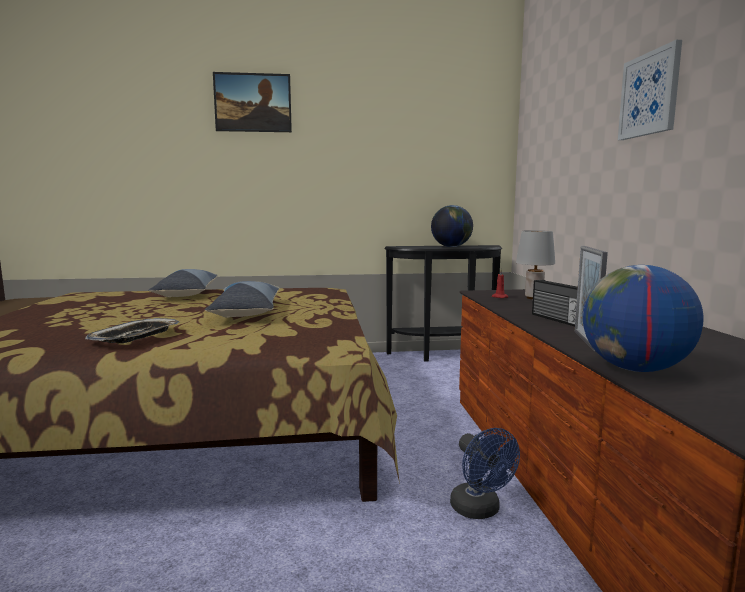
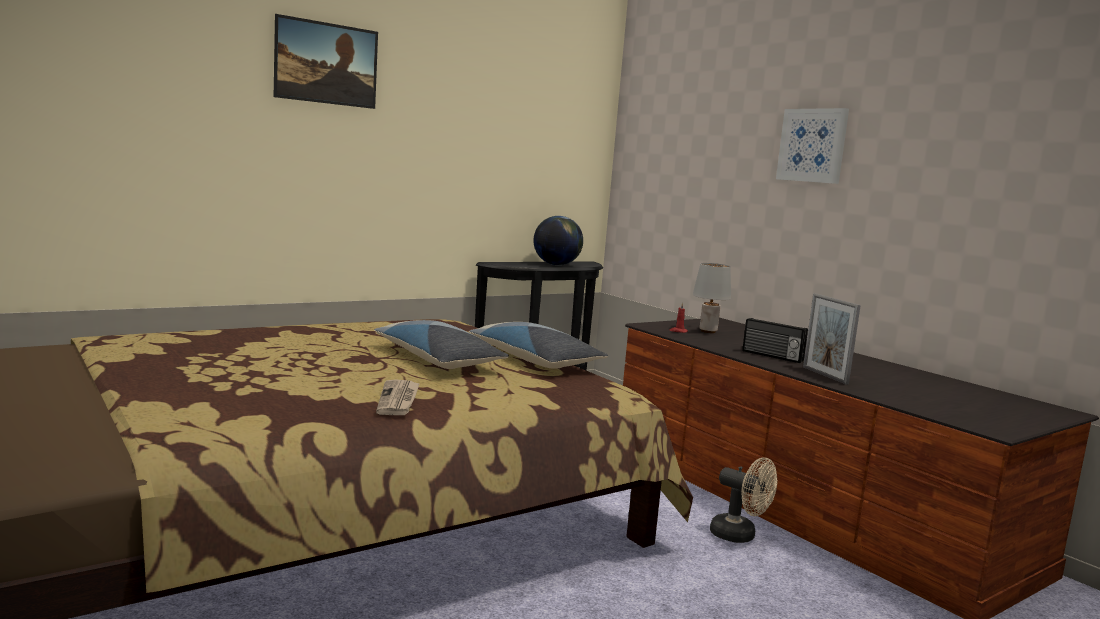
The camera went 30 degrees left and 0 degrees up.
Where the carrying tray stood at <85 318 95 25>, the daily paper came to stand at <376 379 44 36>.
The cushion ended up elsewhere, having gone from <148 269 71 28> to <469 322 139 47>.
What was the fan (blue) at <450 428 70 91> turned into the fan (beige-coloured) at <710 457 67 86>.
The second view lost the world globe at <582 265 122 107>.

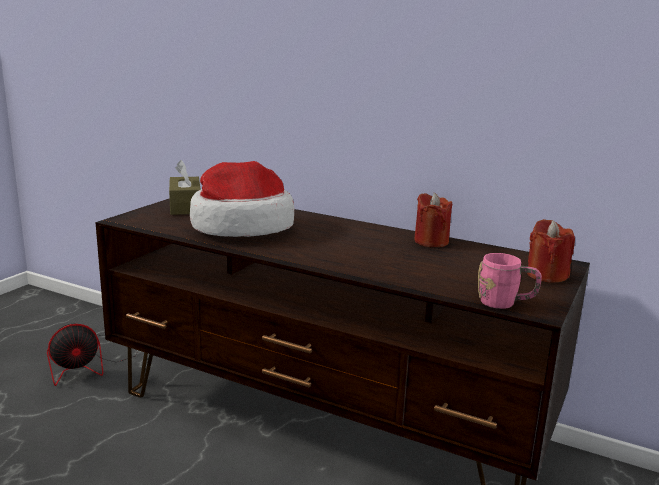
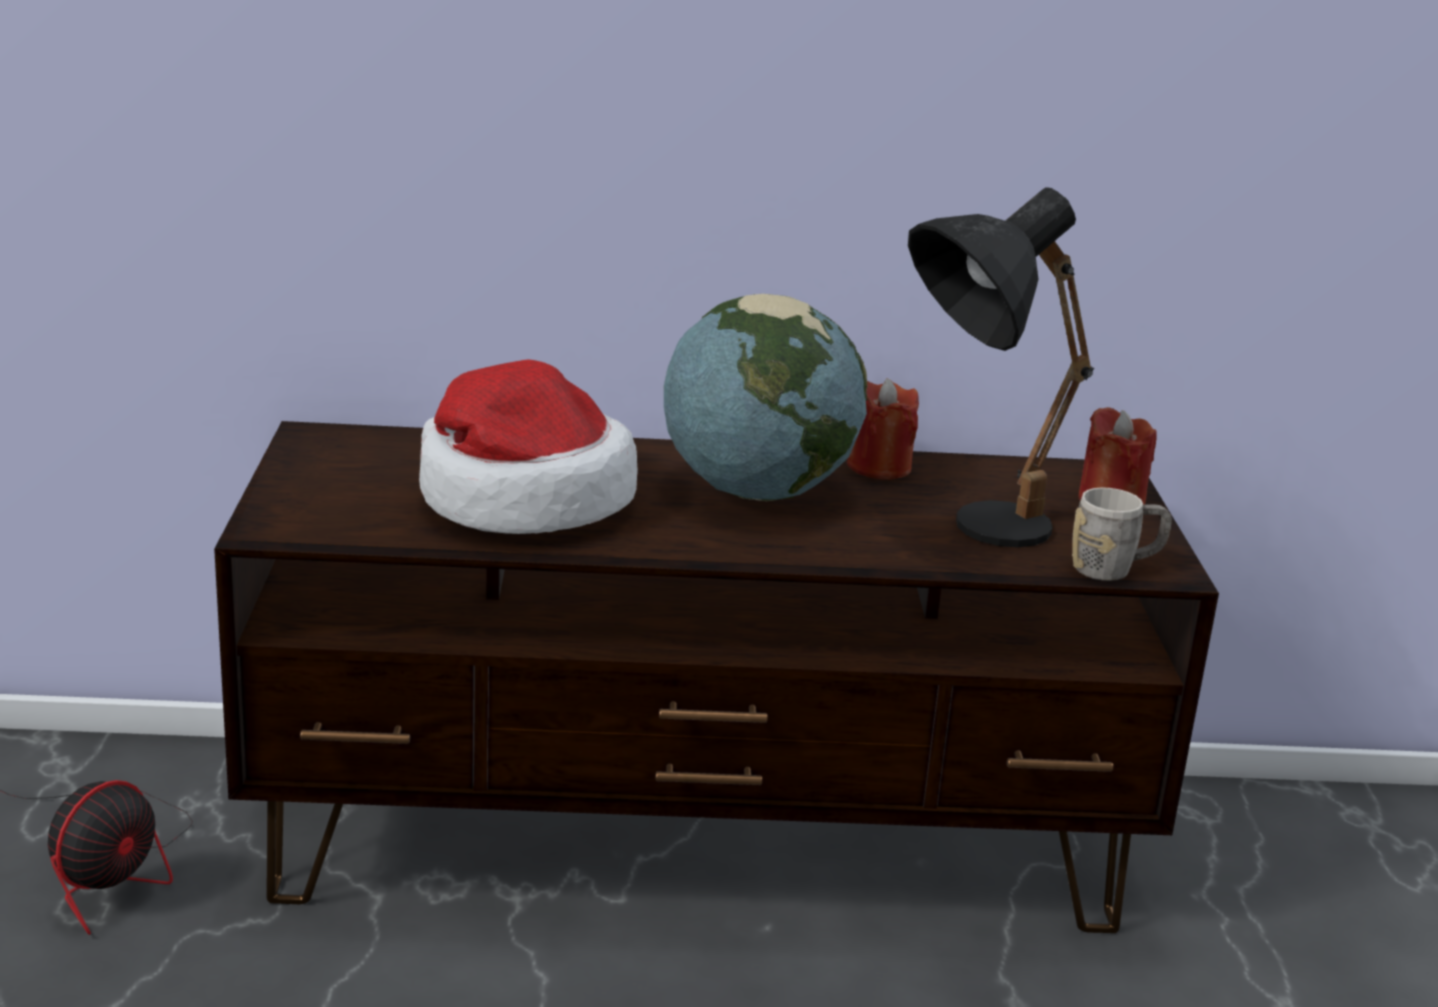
The camera went 30 degrees left and 5 degrees up.
The second view gained the world globe at <664 293 204 208>.
The second view gained the tabletop lamp (black) at <908 187 186 360>.
What was the mug (pink) at <478 253 64 56> turned into the mug (grey) at <1072 487 100 94>.
The second view lost the tissue box (brownish) at <169 160 32 55>.

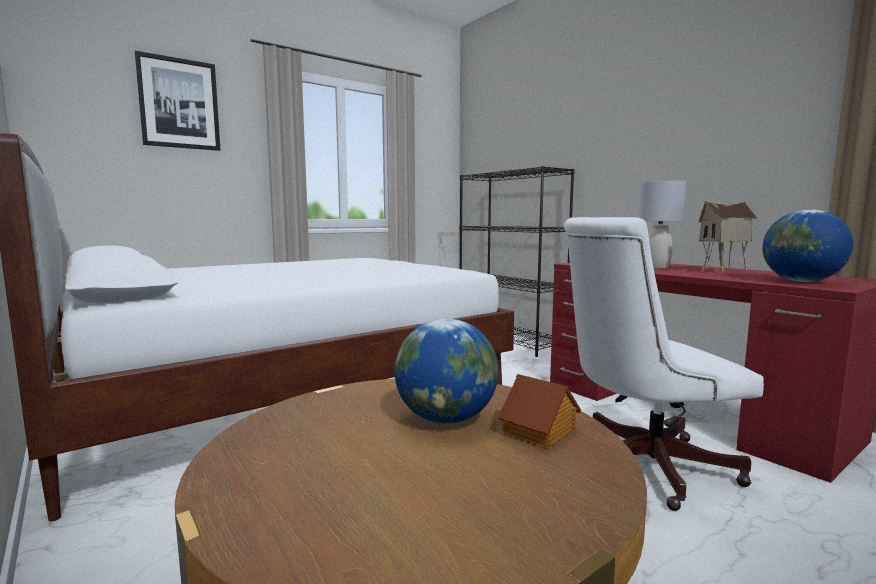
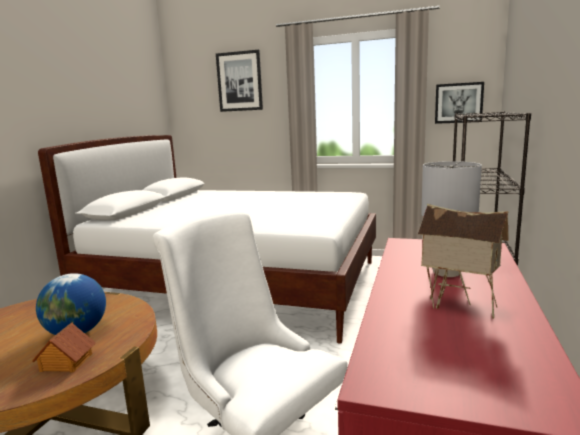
The camera went 55 degrees right and 5 degrees up.
The second view gained the picture at <435 82 49 42>.
The second view lost the world globe at <762 209 91 73>.

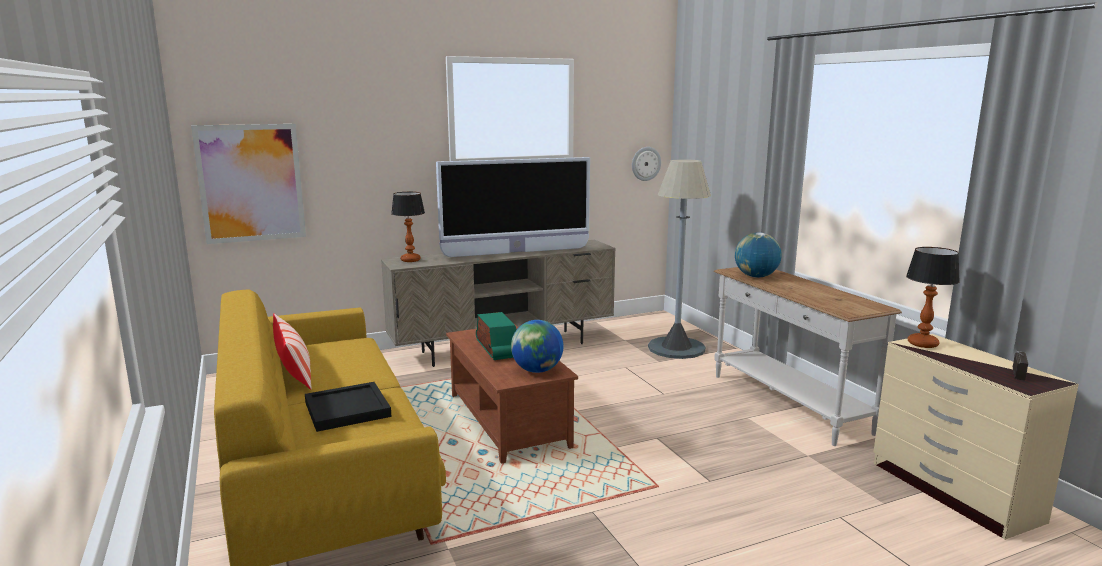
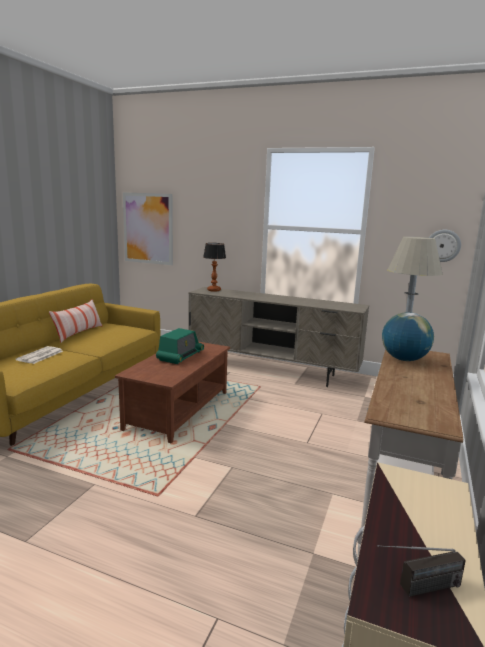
The camera went 45 degrees right and 0 degrees up.
Where the carrying tray (black) stood at <305 382 87 50>, the daily paper came to stand at <16 346 47 18>.
The second view lost the TV set at <436 157 154 100>.
The second view lost the world globe at <511 320 52 53>.
The second view lost the tabletop lamp at <906 247 54 101>.

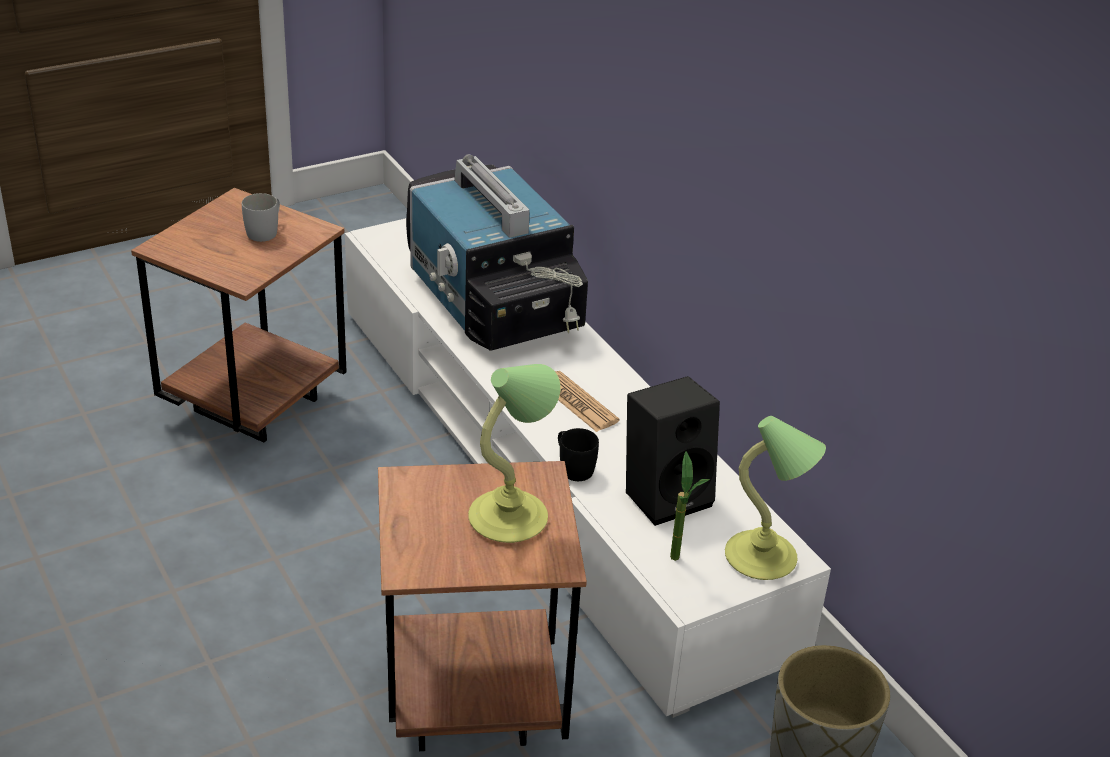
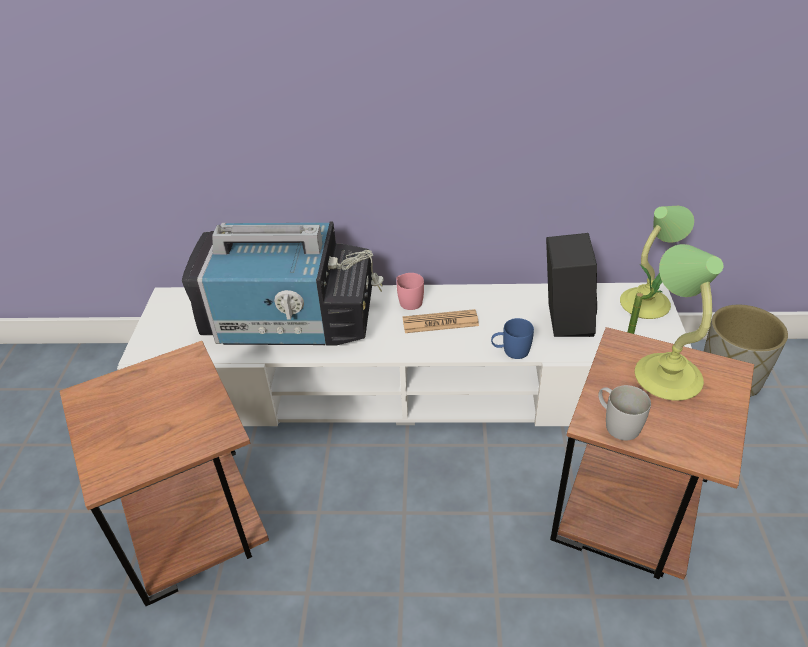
The camera went 55 degrees left and 5 degrees up.
The second view gained the mug (pink) at <396 273 28 37>.
What was the mug (black) at <558 428 41 53> turned into the mug (blue) at <491 318 43 41>.
The mug (white) ended up elsewhere, having gone from <242 193 38 49> to <598 385 53 56>.

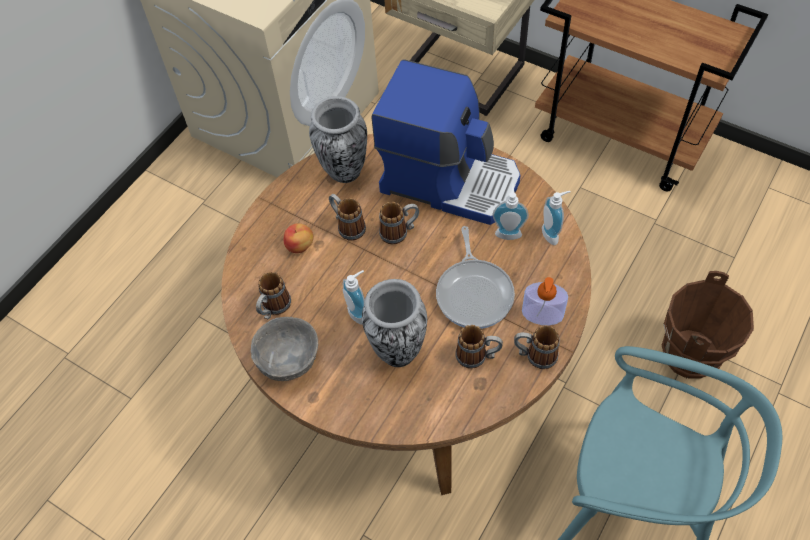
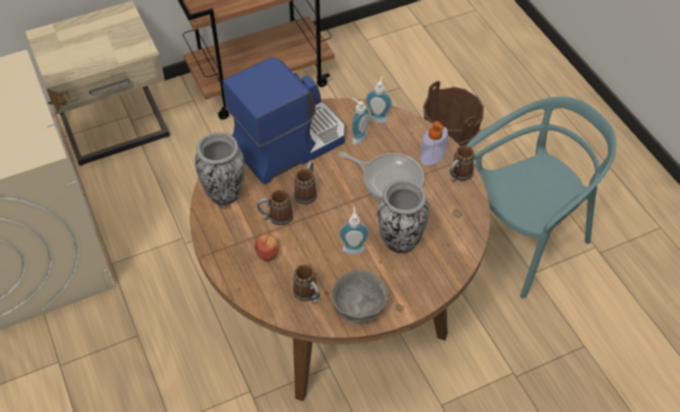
The camera went 60 degrees left and 5 degrees down.
The second view lost the mug at <455 325 48 44>.

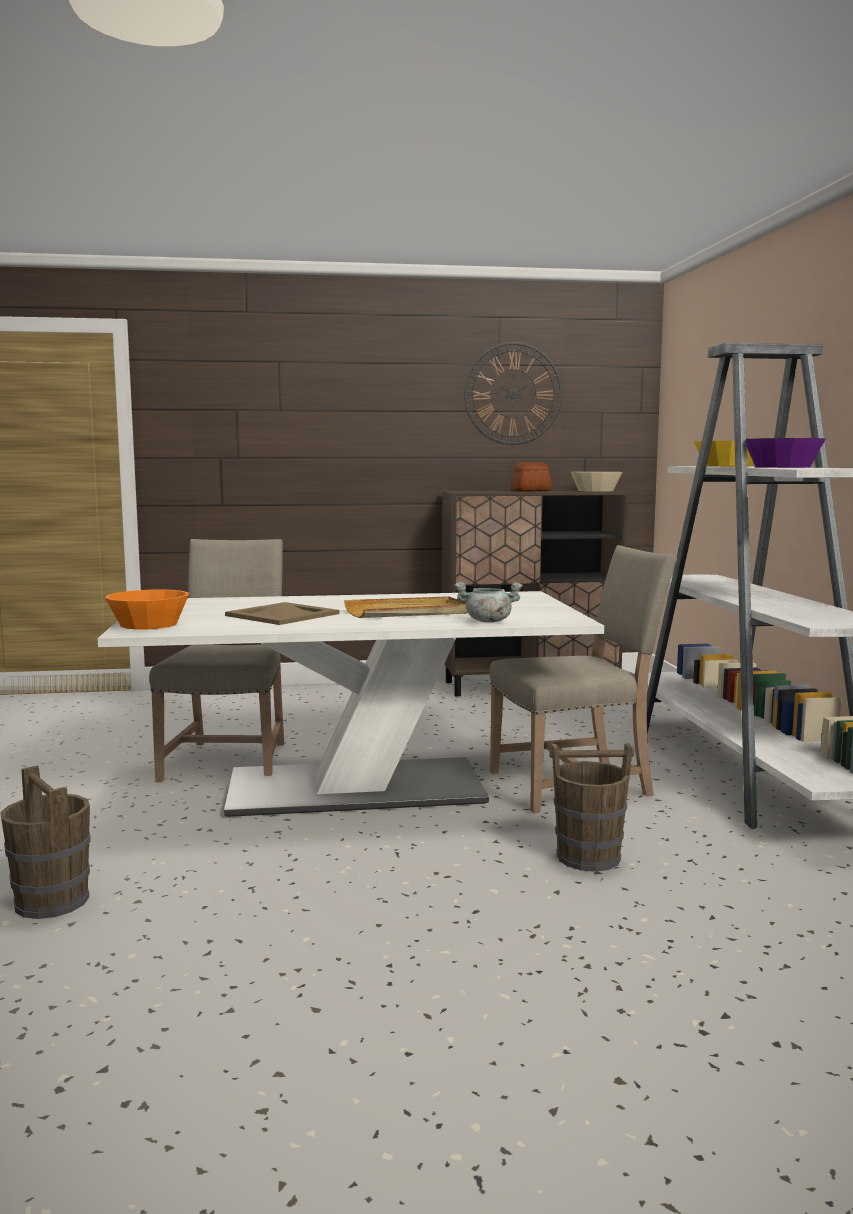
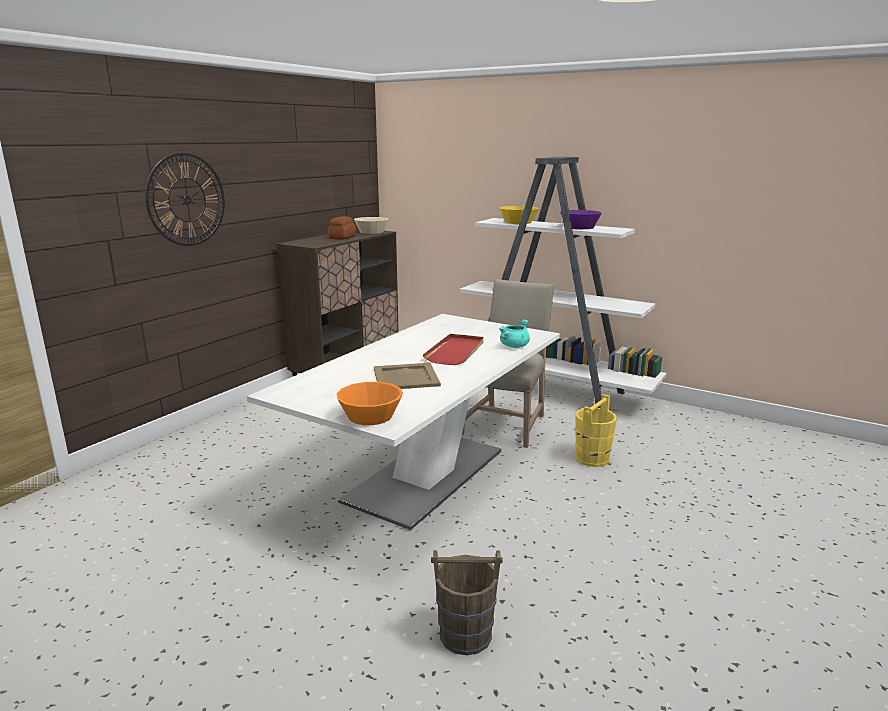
The camera went 50 degrees left and 10 degrees up.
The hanging clock ended up elsewhere, having gone from <464 342 98 103> to <145 153 80 93>.
What was the carrying tray (beige-coloured) at <344 596 124 22> turned into the carrying tray (red) at <423 334 61 31>.
What was the stockpot (grey) at <454 582 69 40> turned into the stockpot (blue-green) at <499 319 31 29>.
What was the water bucket (brownish) at <550 743 84 129> turned into the water bucket (yellowish) at <575 394 42 73>.
The second view lost the upright chair (beige-coloured) at <149 539 135 243>.

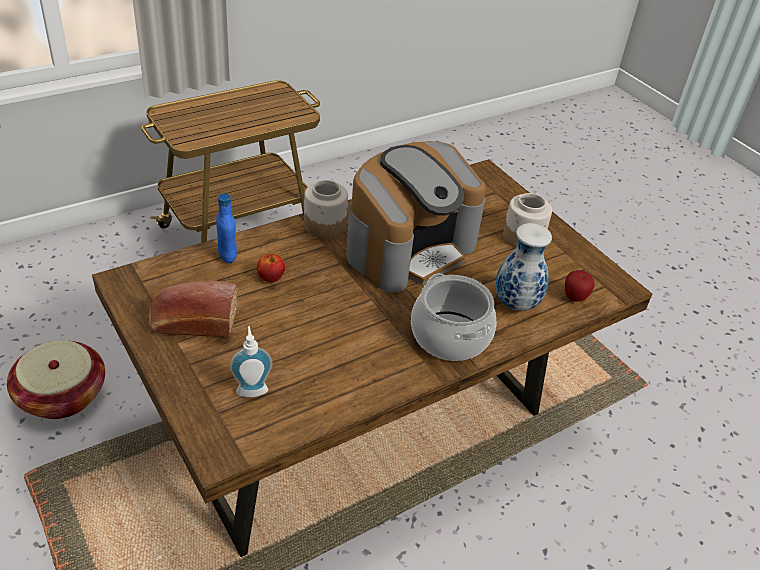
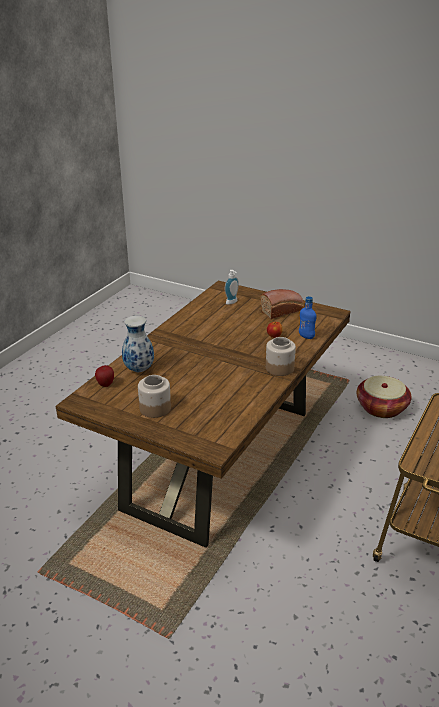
The camera went 155 degrees right and 10 degrees down.
The second view lost the coffee machine at <346 141 140 152>.
The second view lost the stockpot at <411 273 86 88>.

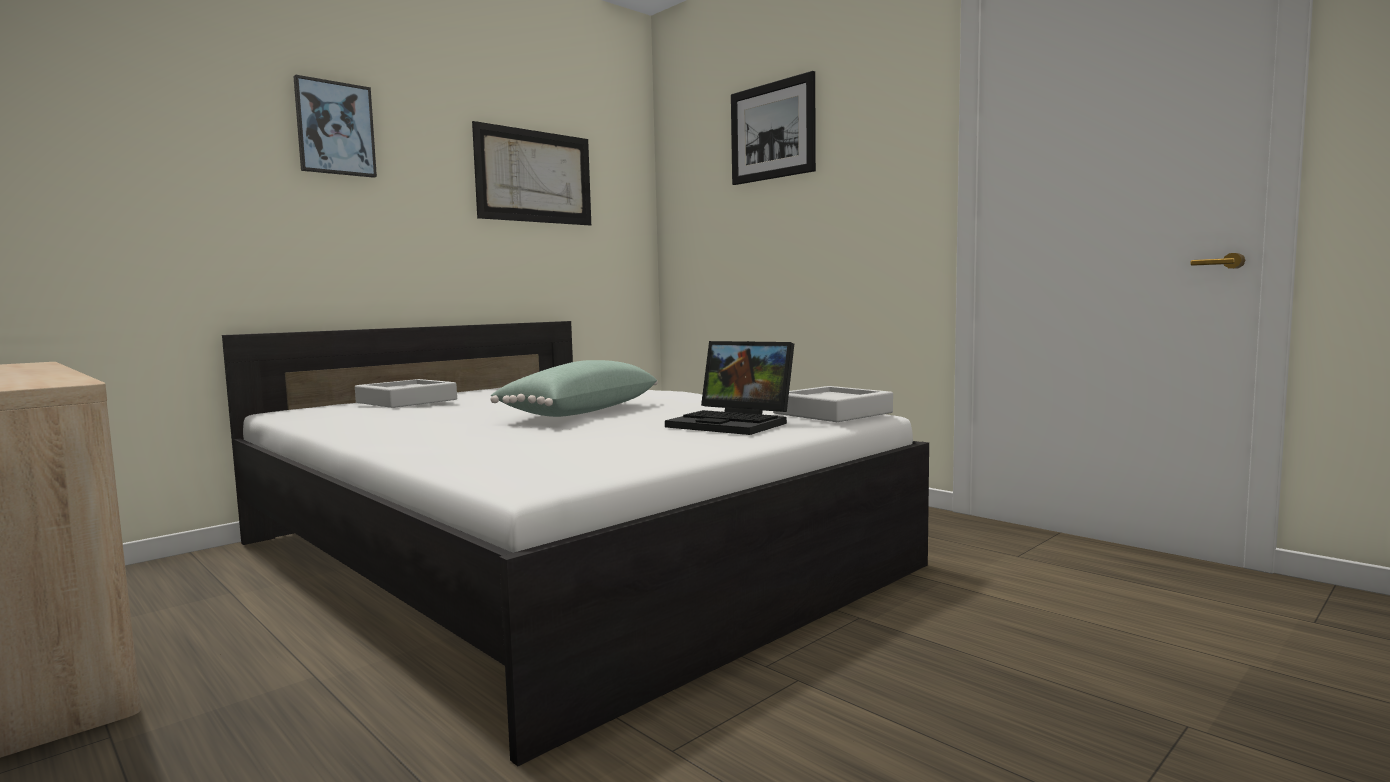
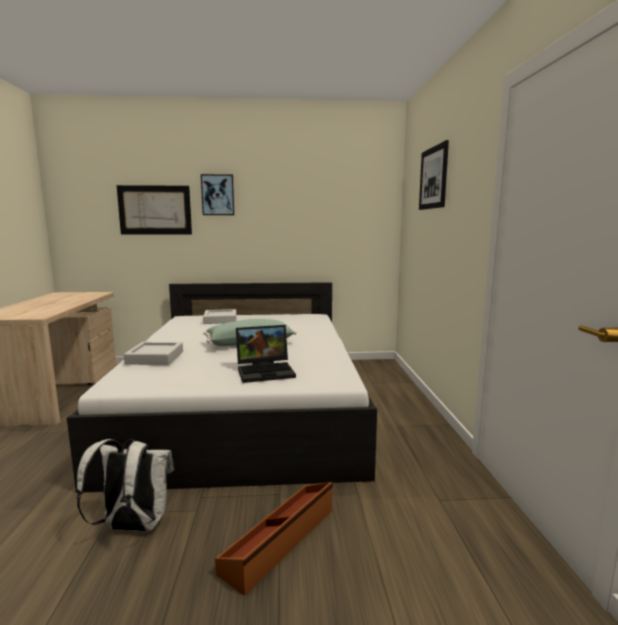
The camera went 40 degrees right and 5 degrees up.
The second view gained the rucksack (white) at <76 439 98 93>.
The picture ended up elsewhere, having gone from <472 121 119 104> to <117 185 75 49>.
The carrying tray (grey) ended up elsewhere, having gone from <773 386 120 36> to <124 342 59 23>.
The second view gained the storage container (brownish) at <215 482 118 114>.
The laptop at <665 341 129 94> ended up facing another way, 90 degrees counterclockwise from before.

